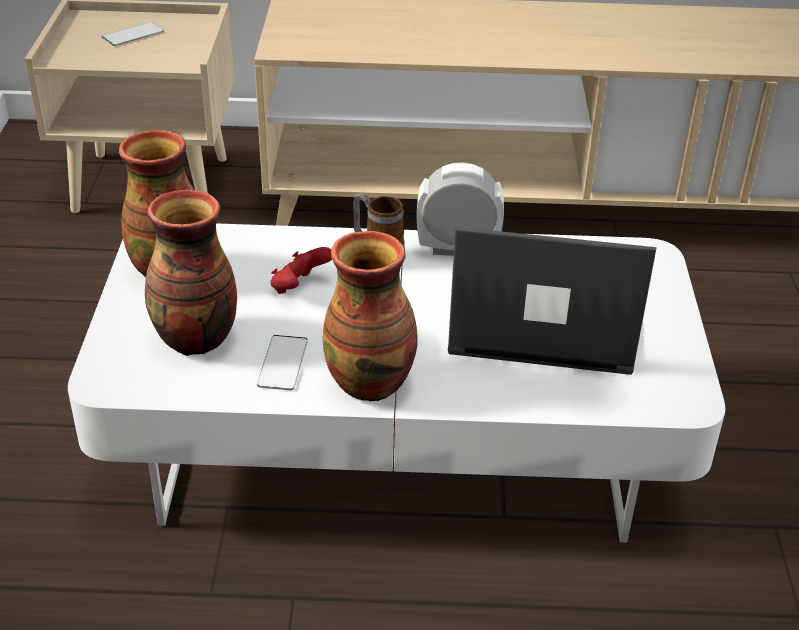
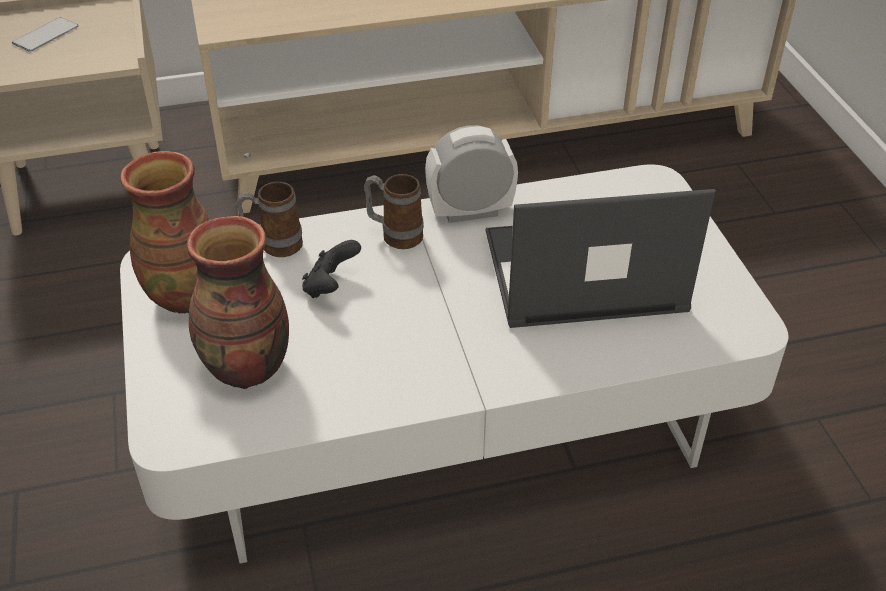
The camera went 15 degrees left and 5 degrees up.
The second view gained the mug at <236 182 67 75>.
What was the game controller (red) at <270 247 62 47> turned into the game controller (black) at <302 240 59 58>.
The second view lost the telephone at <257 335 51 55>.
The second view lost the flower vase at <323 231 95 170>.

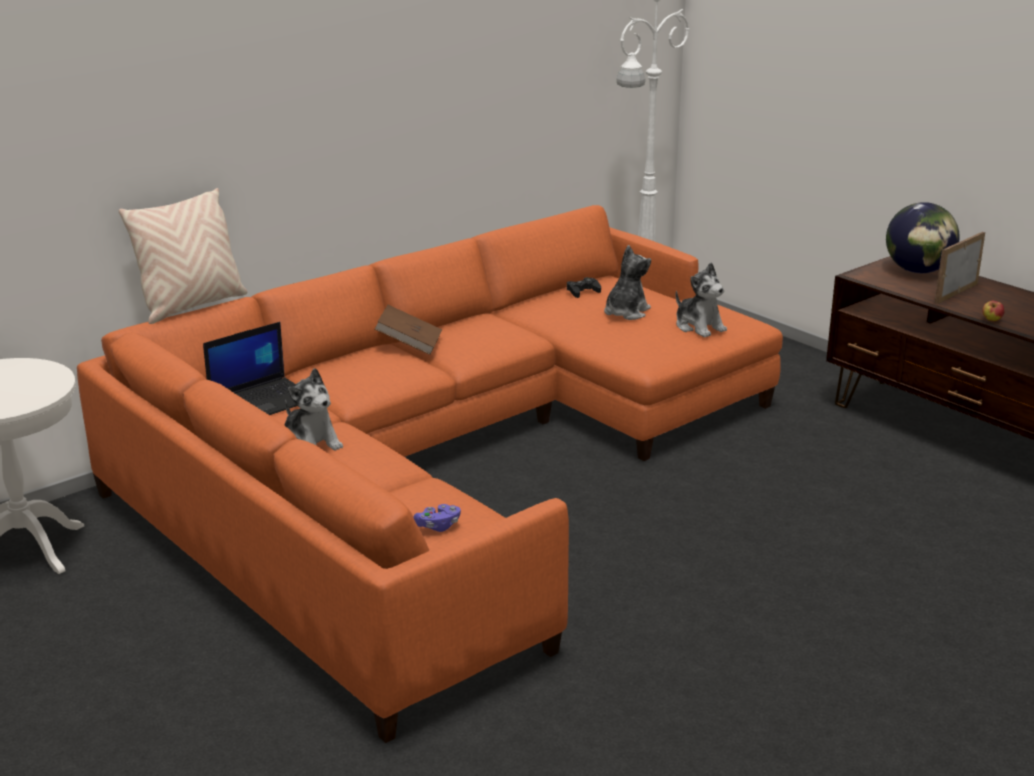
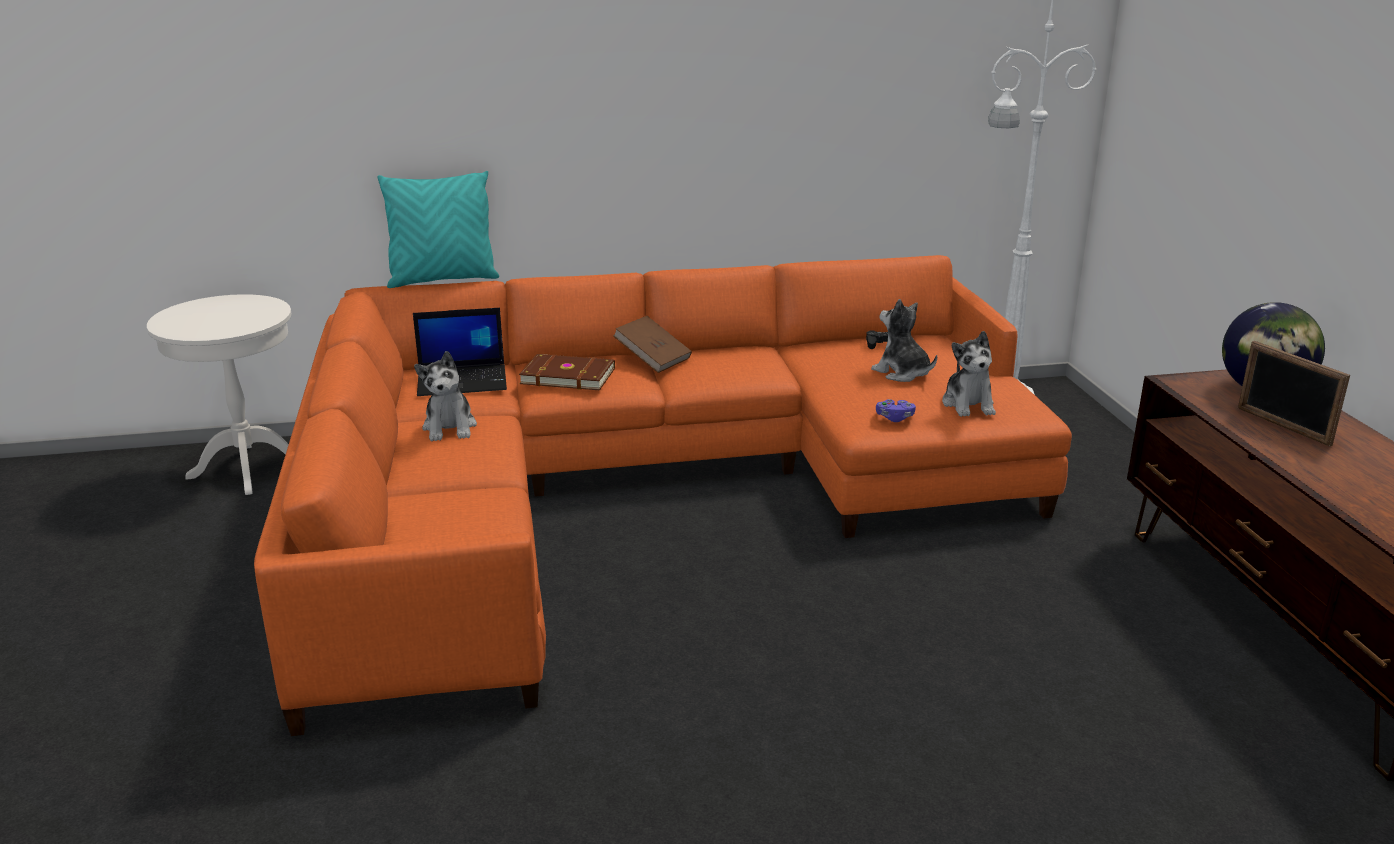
The camera went 30 degrees right and 0 degrees up.
What was the cushion (beige-coloured) at <119 188 129 136> turned into the cushion (blue-green) at <378 171 121 117>.
The second view gained the volume (brownish) at <519 354 96 36>.
The cuddly toy at <604 245 47 75> ended up facing another way, 105 degrees counterclockwise from before.
The game controller (purple-coloured) ended up elsewhere, having gone from <414 504 47 28> to <876 399 40 23>.
The picture frame at <935 232 50 72> ended up facing another way, 105 degrees counterclockwise from before.
The second view lost the apple at <982 301 23 21>.

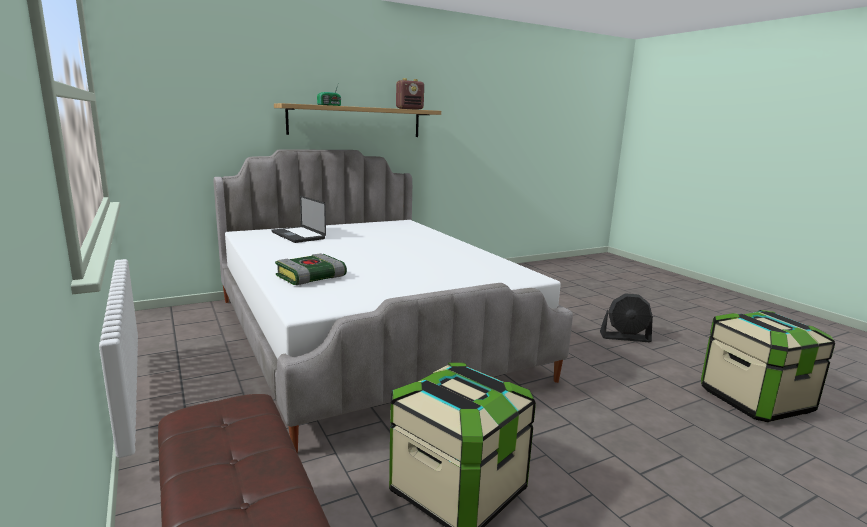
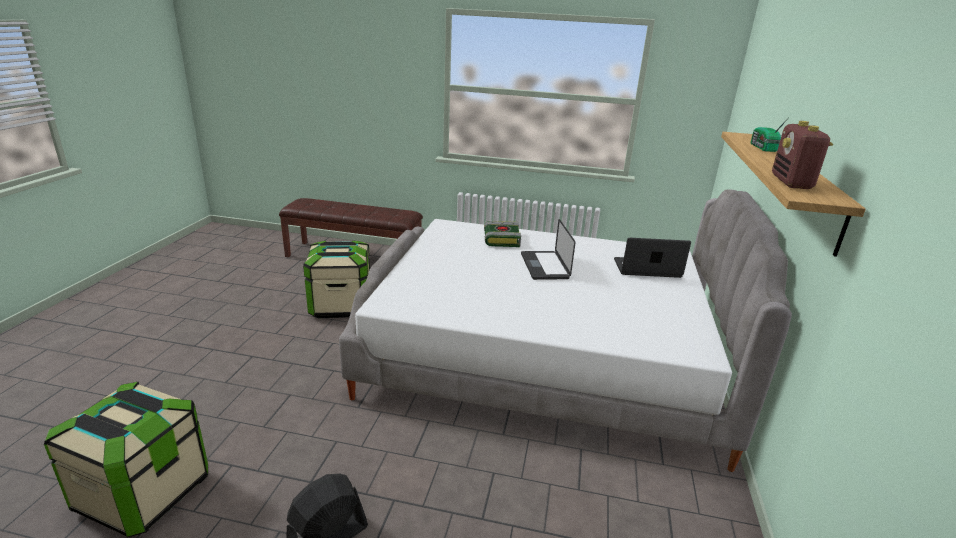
The camera went 130 degrees right and 10 degrees up.
The second view gained the laptop at <521 219 54 61>.

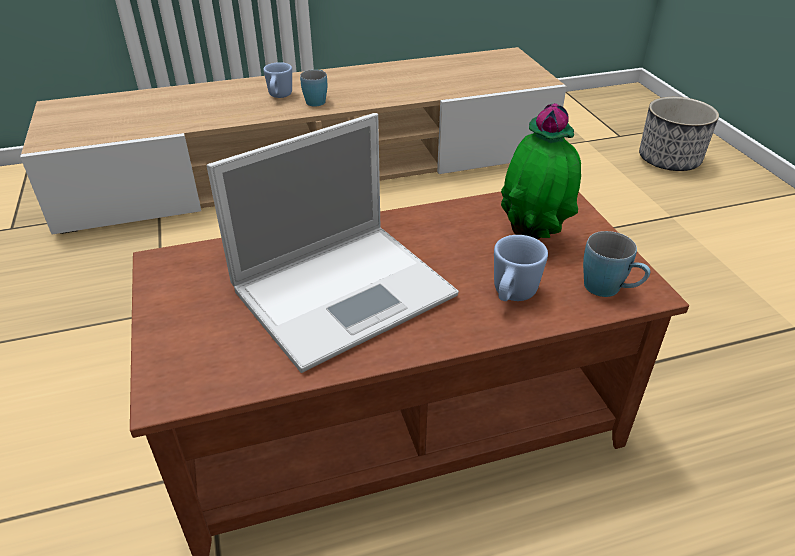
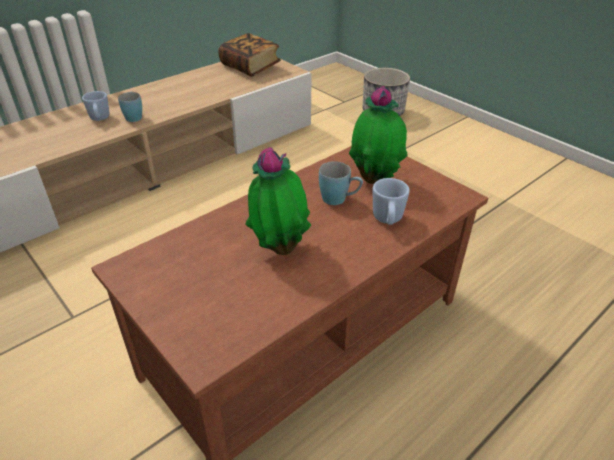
The camera went 25 degrees left and 0 degrees up.
The second view gained the volume at <218 33 63 44>.
Where the laptop stood at <206 113 253 260>, the potted plant came to stand at <245 147 66 108>.
The mug (blue) ended up elsewhere, having gone from <583 231 68 66> to <319 161 44 44>.

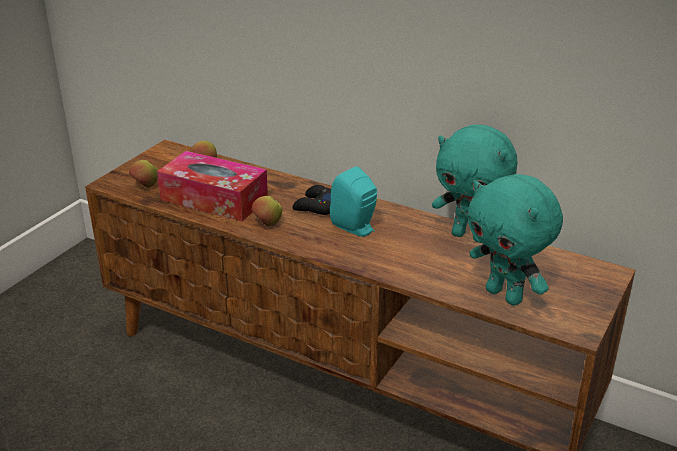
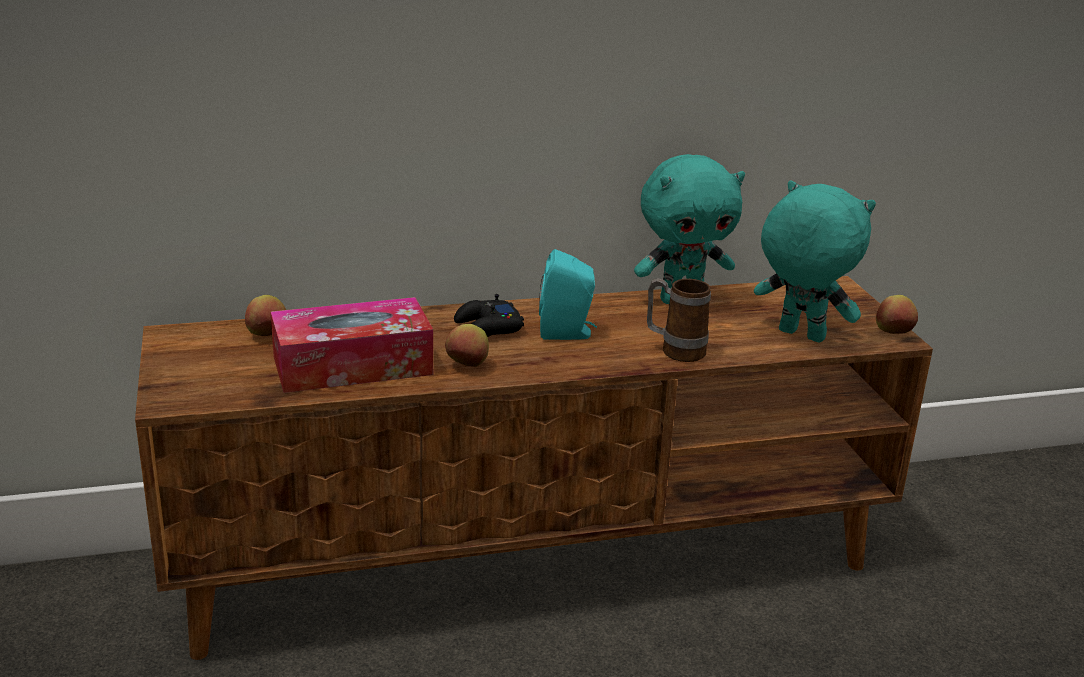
The camera went 45 degrees left and 5 degrees down.
The second view gained the mug at <647 278 64 84>.
The cuddly toy (blue-green) at <467 174 96 132> ended up facing another way, 150 degrees counterclockwise from before.
The apple ended up elsewhere, having gone from <129 160 29 28> to <876 295 42 39>.

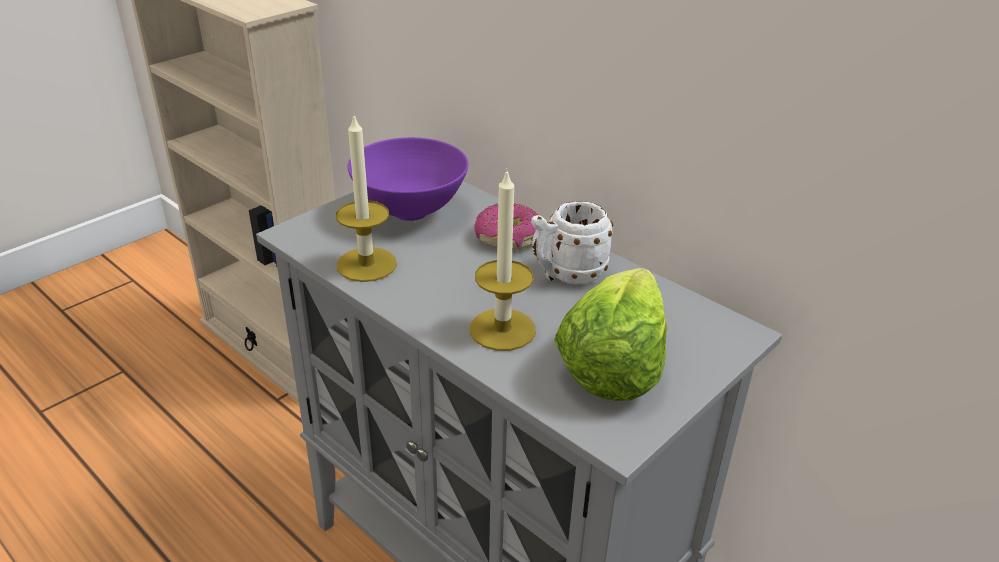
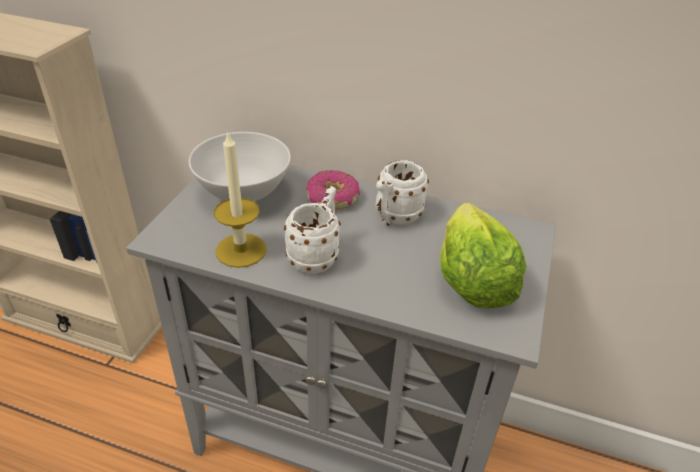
The camera went 25 degrees left and 5 degrees up.
What was the serving bowl (purple-coloured) at <348 137 121 84> turned into the serving bowl (white) at <189 132 102 69>.
The second view gained the mug (white) at <284 186 57 88>.
The second view lost the wax light at <470 168 66 183>.

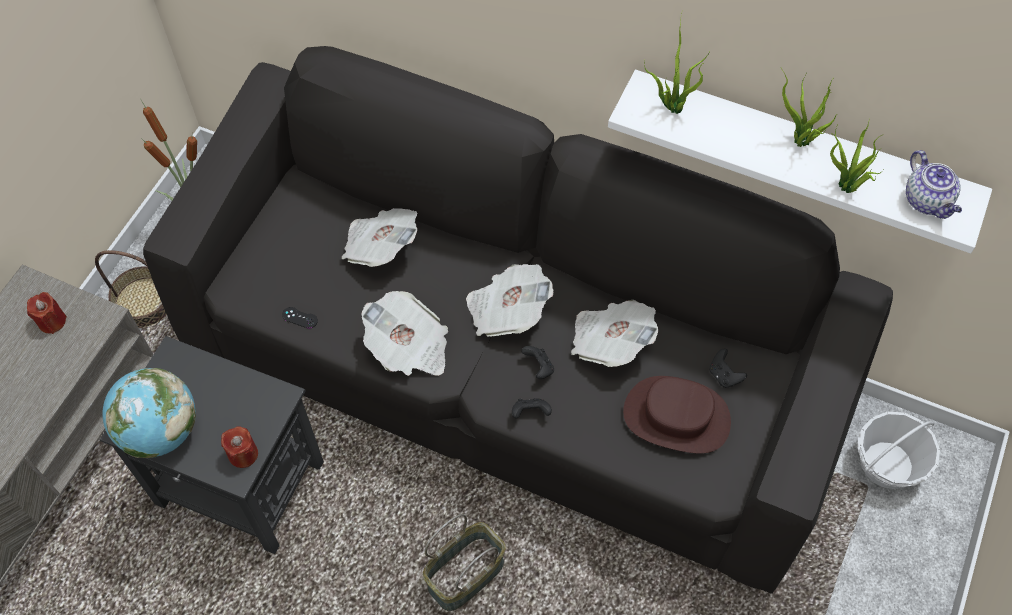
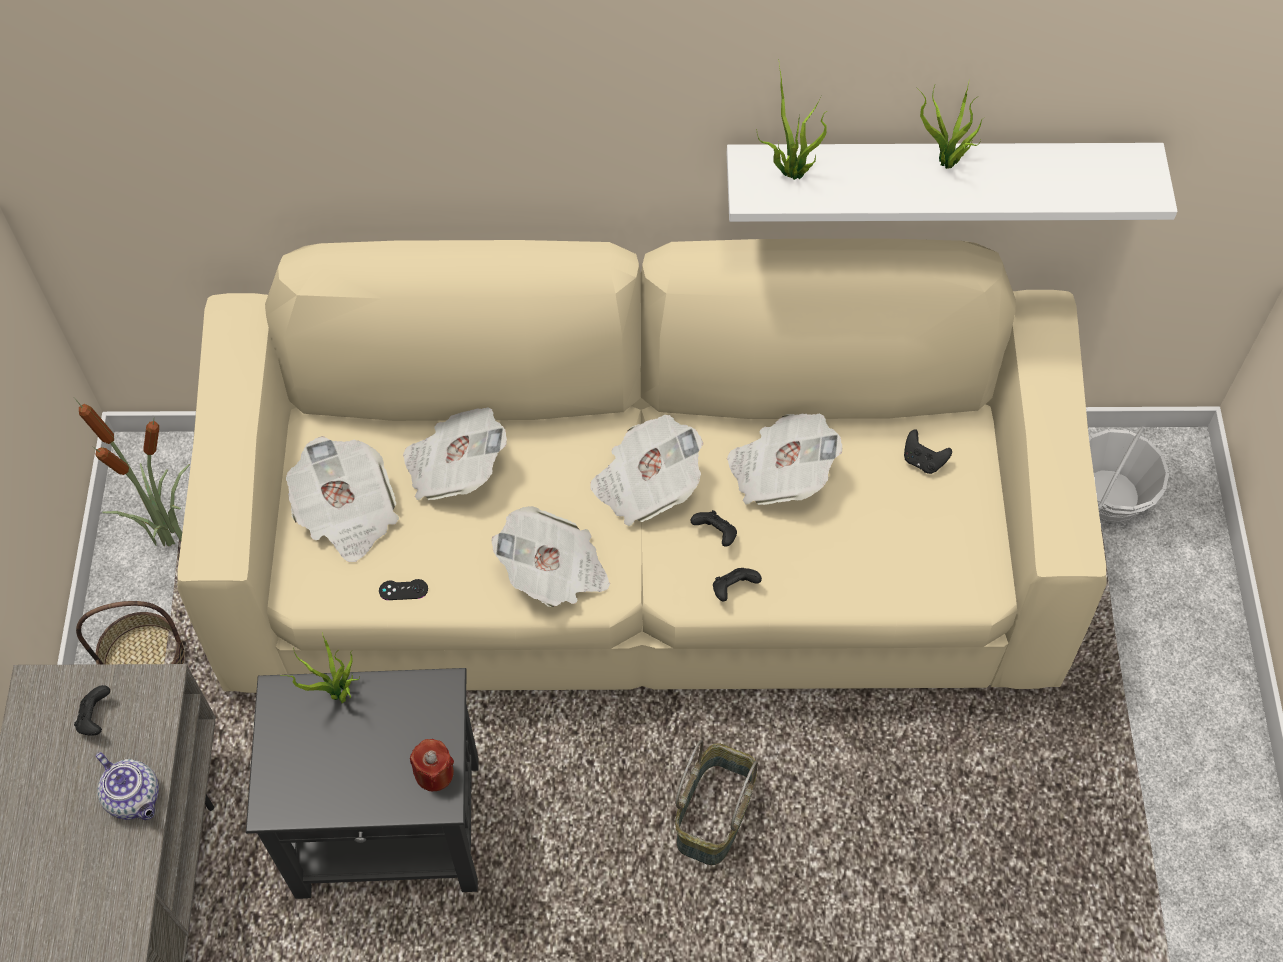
The camera went 25 degrees left and 0 degrees up.
Where the wax light (red) stood at <27 292 40 42>, the game controller (black) came to stand at <74 685 36 51>.
The teapot ended up elsewhere, having gone from <906 150 56 69> to <96 752 63 68>.
What was the sofa (black) at <143 46 750 548> turned into the sofa (beige-coloured) at <178 238 928 455>.
The potted plant ended up elsewhere, having gone from <830 119 54 74> to <280 632 80 71>.
The second view gained the daily paper at <286 436 113 126>.
The second view lost the world globe at <103 368 93 90>.
The second view lost the clothing hat (brownish) at <623 376 108 78>.

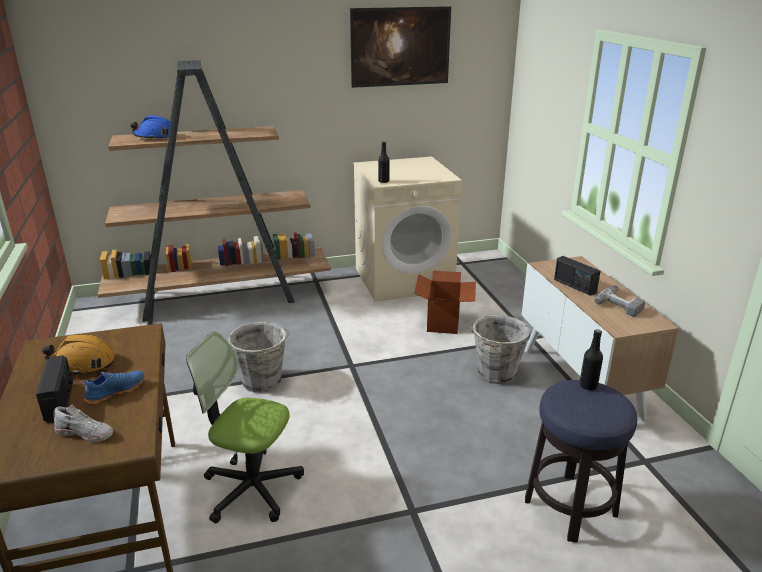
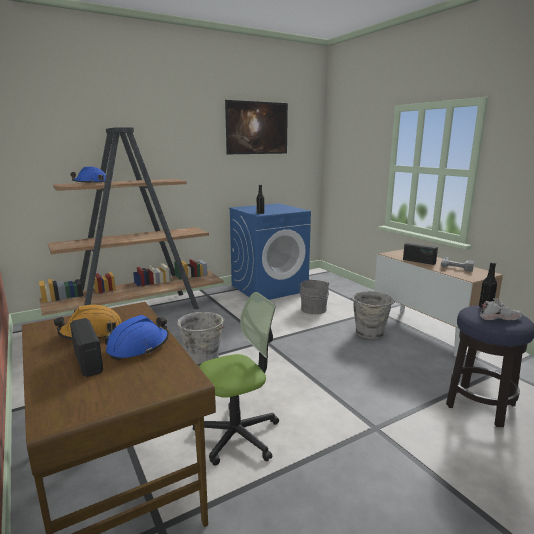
The camera went 15 degrees left and 10 degrees down.
Where the item of footwear (blue) stood at <81 370 63 34>, the work helmet (blue) came to stand at <105 315 64 45>.
The office chair at <186 332 118 192> ended up facing another way, 150 degrees clockwise from before.
What was the washing machine (beige-coloured) at <353 157 109 145> turned into the washing machine (blue) at <229 203 82 97>.
Where the cardboard box stood at <414 271 62 63>, the water bucket (grey) came to stand at <298 280 31 34>.
The item of footwear (white) ended up elsewhere, having gone from <53 404 60 38> to <480 298 42 22>.

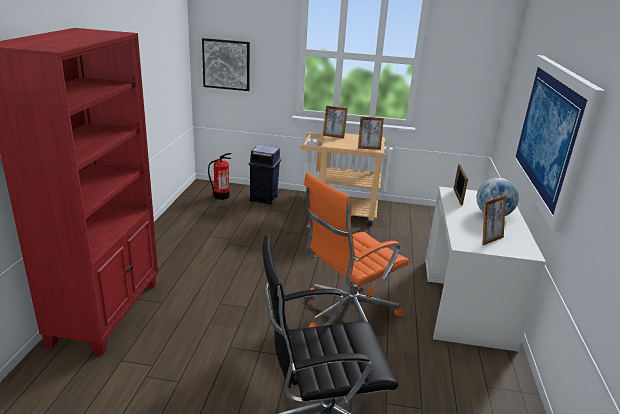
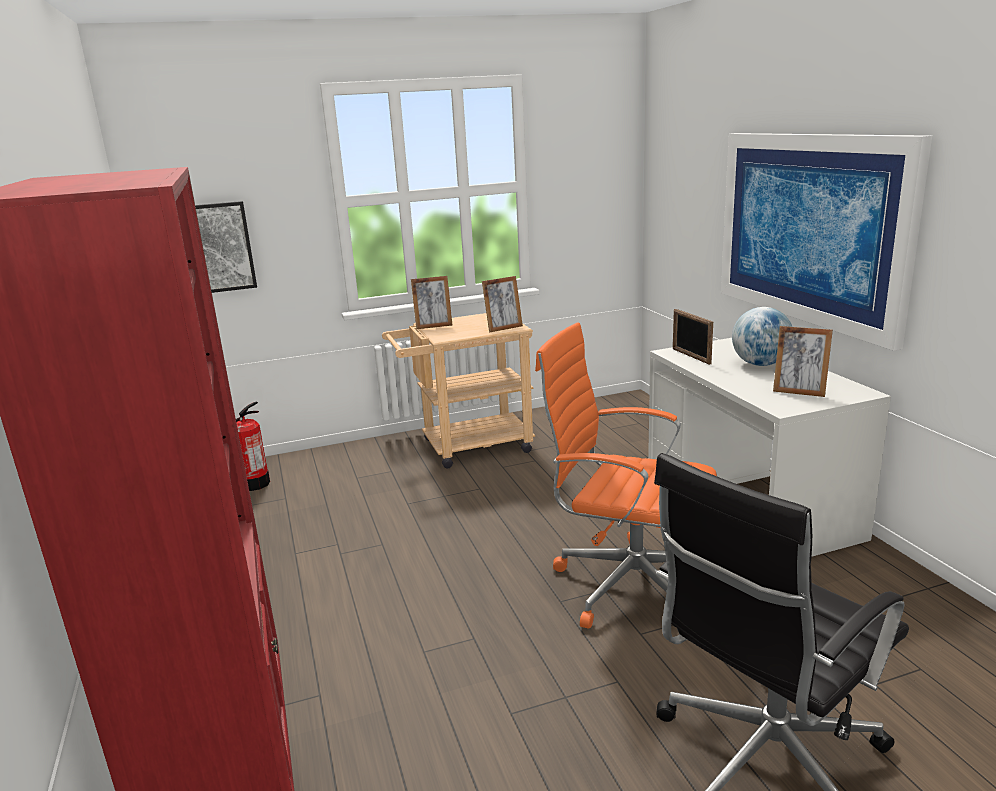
The camera went 25 degrees left and 5 degrees down.
The office chair (orange) at <304 173 105 154> ended up facing another way, 90 degrees clockwise from before.
The picture frame at <483 195 23 50> ended up facing another way, 90 degrees clockwise from before.
The second view lost the waste bin (blue) at <249 145 32 60>.

